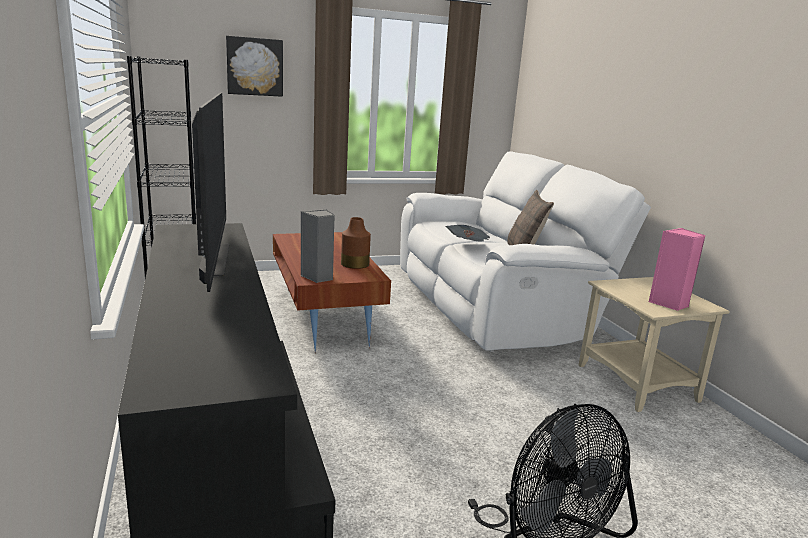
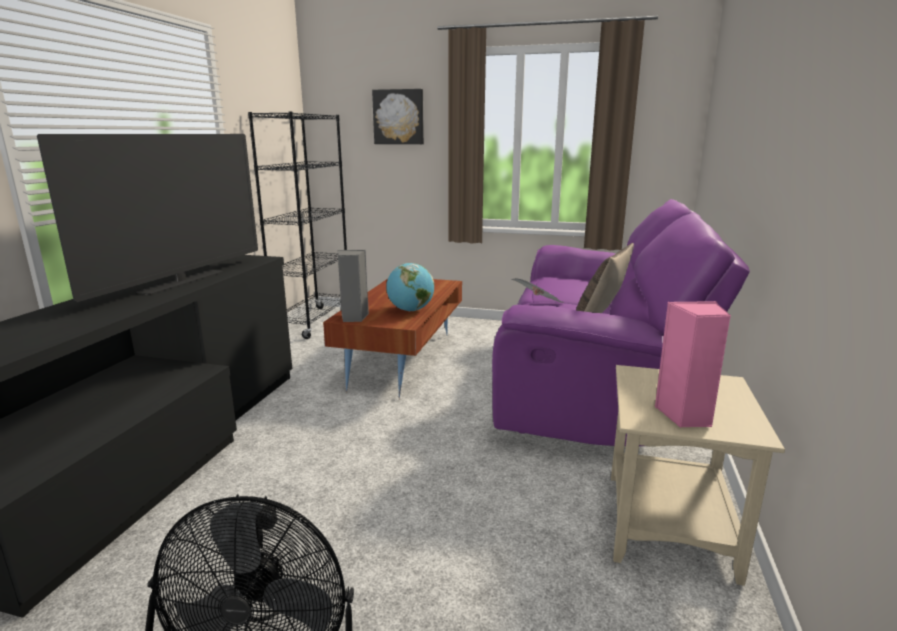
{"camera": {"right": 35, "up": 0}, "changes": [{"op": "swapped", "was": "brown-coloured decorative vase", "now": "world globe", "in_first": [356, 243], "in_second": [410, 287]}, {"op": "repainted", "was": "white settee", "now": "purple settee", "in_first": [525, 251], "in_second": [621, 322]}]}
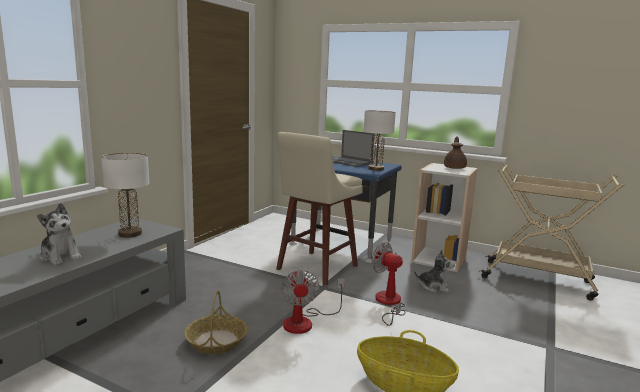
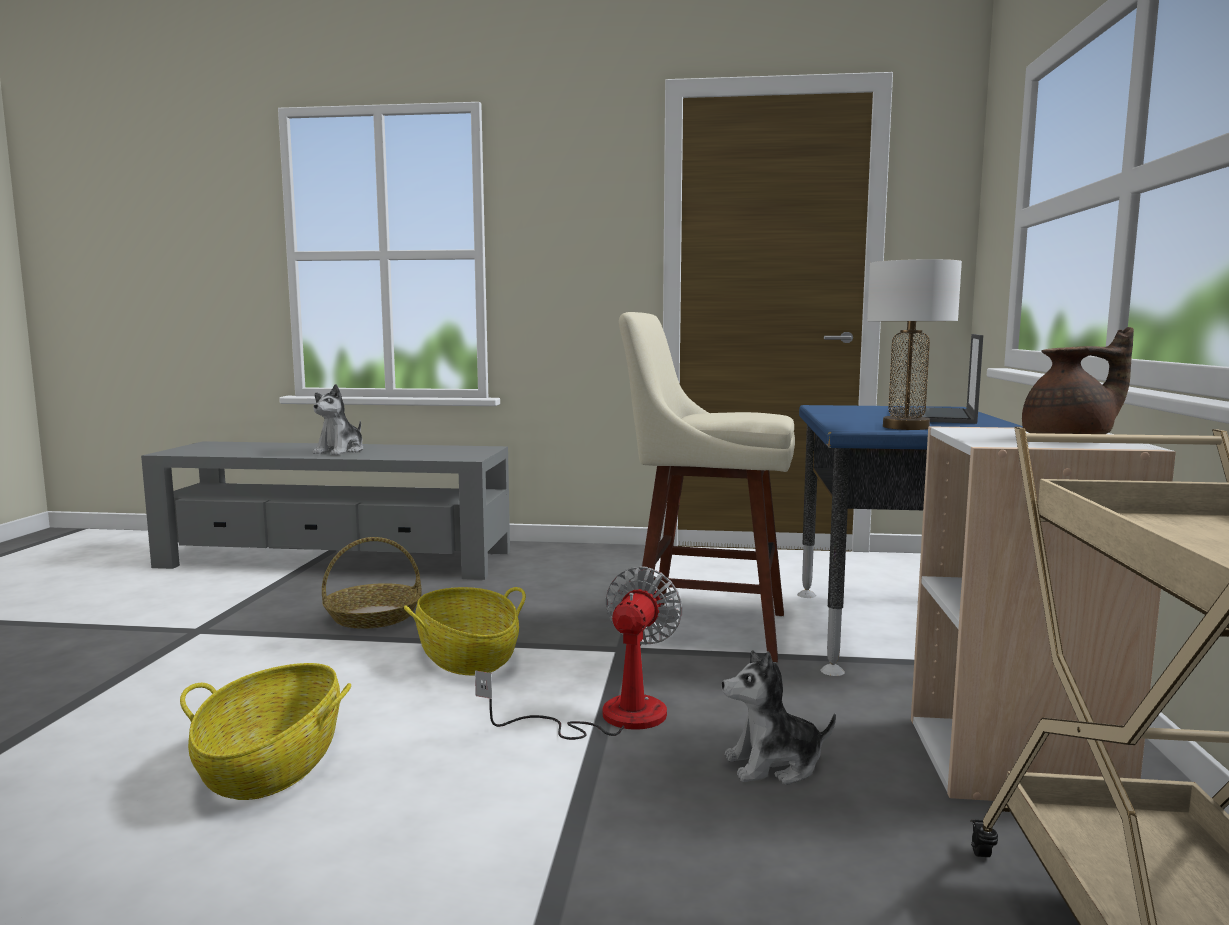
{"camera": {"right": 70, "up": -5}, "changes": [{"op": "gone", "was": "tabletop lamp", "in_first": [125, 195]}, {"op": "swapped", "was": "electric fan", "now": "household basket", "in_first": [313, 302], "in_second": [465, 631]}, {"op": "rotated", "was": "cuddly toy", "in_first": [434, 271], "in_second": [779, 717], "clockwise": 90}]}
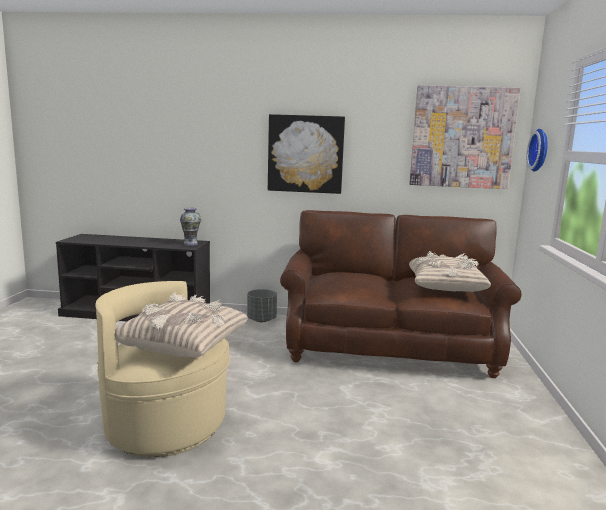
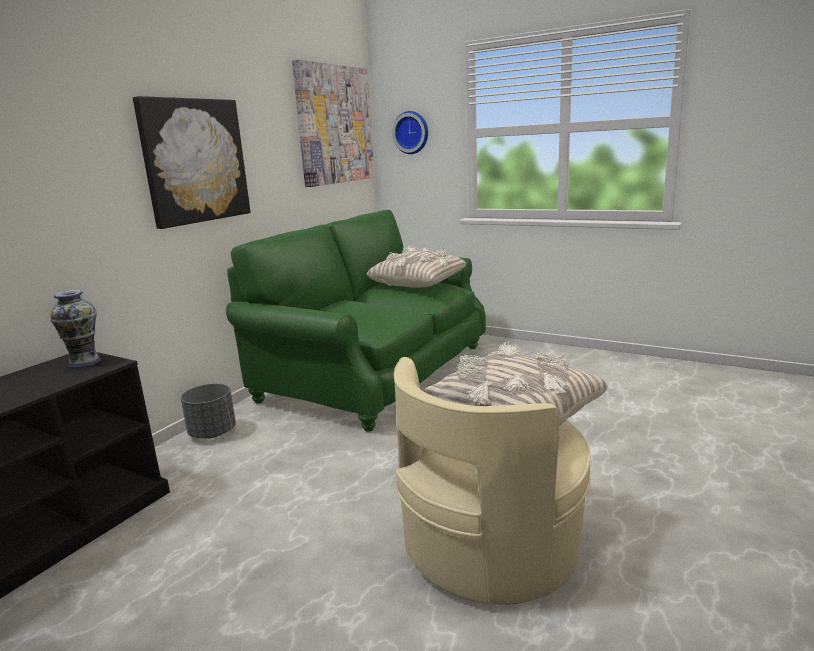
{"camera": {"right": -65, "up": 5}, "changes": [{"op": "repainted", "was": "brown-coloured settee", "now": "green-coloured settee", "in_first": [401, 294], "in_second": [356, 321]}]}
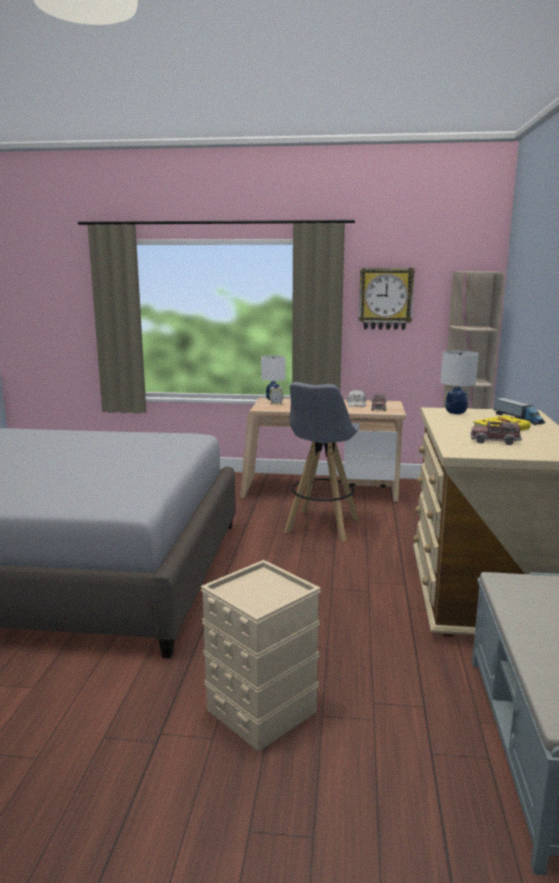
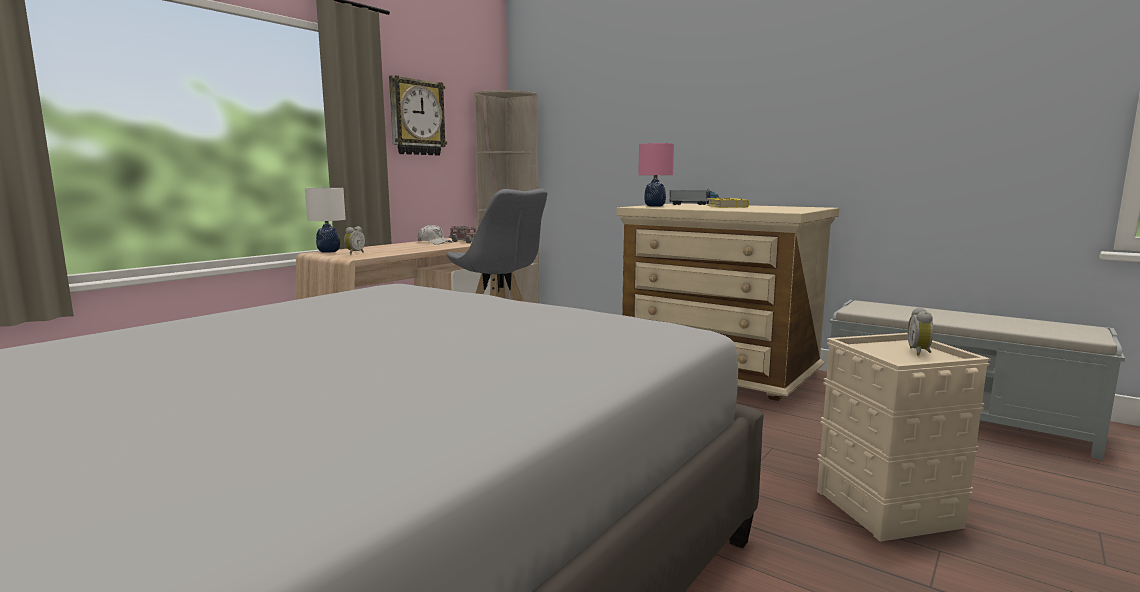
{"camera": {"right": -60, "up": -5}, "changes": [{"op": "repainted", "was": "white tabletop lamp", "now": "pink tabletop lamp", "in_first": [460, 382], "in_second": [656, 175]}, {"op": "gone", "was": "toy lorry", "in_first": [496, 432]}, {"op": "new", "now": "table clock", "in_second": [920, 331]}]}
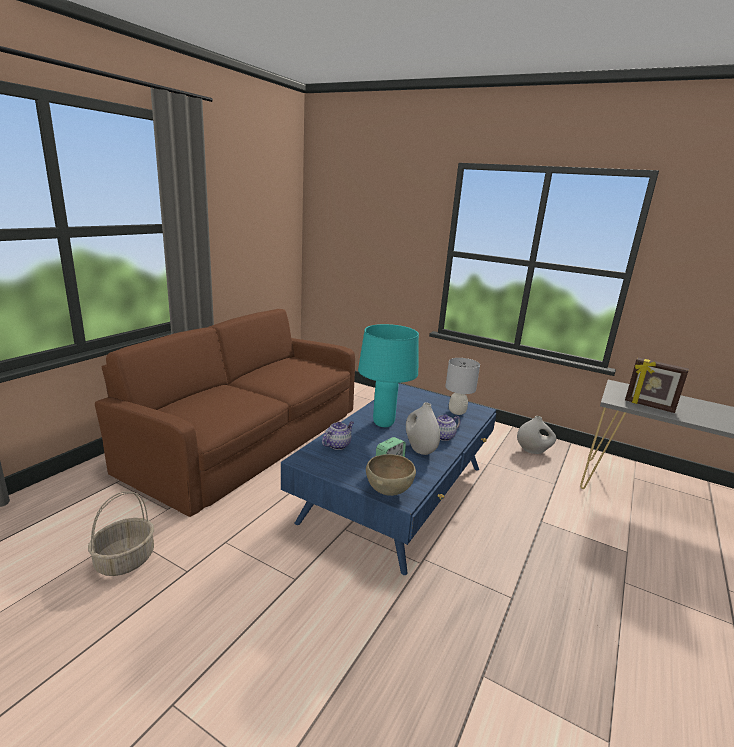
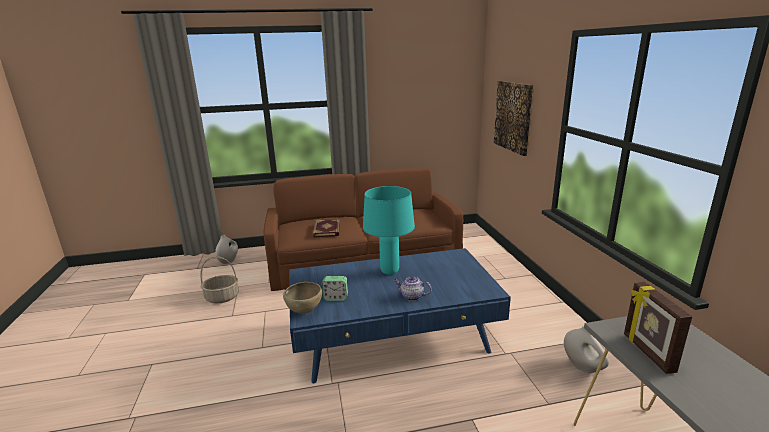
{"camera": {"right": 50, "up": 0}, "changes": [{"op": "gone", "was": "pot for tea", "in_first": [338, 435]}, {"op": "shifted", "was": "white decorative vase", "in_first": [423, 428], "in_second": [226, 249]}, {"op": "gone", "was": "greyish tabletop lamp", "in_first": [462, 386]}, {"op": "new", "now": "book", "in_second": [326, 228]}, {"op": "new", "now": "wall art", "in_second": [514, 118]}]}
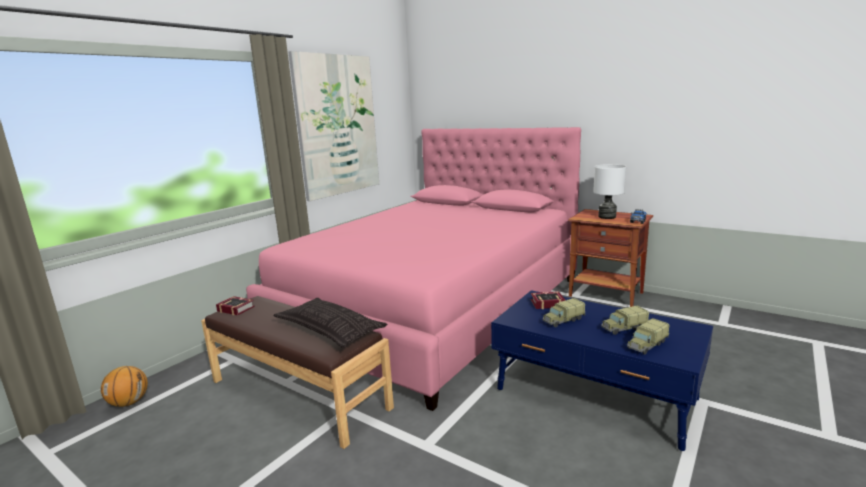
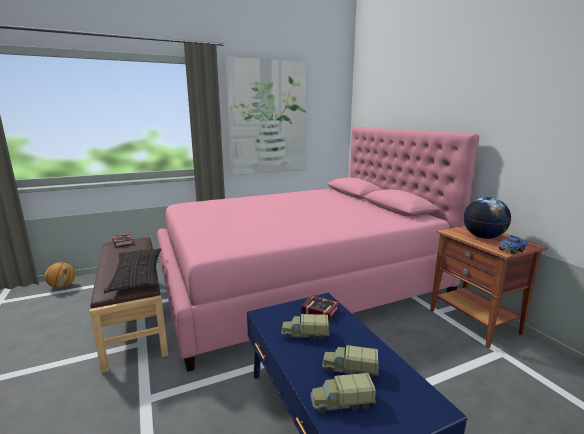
{"camera": {"right": 30, "up": 0}, "changes": [{"op": "swapped", "was": "white tabletop lamp", "now": "world globe", "in_first": [609, 191], "in_second": [487, 218]}]}
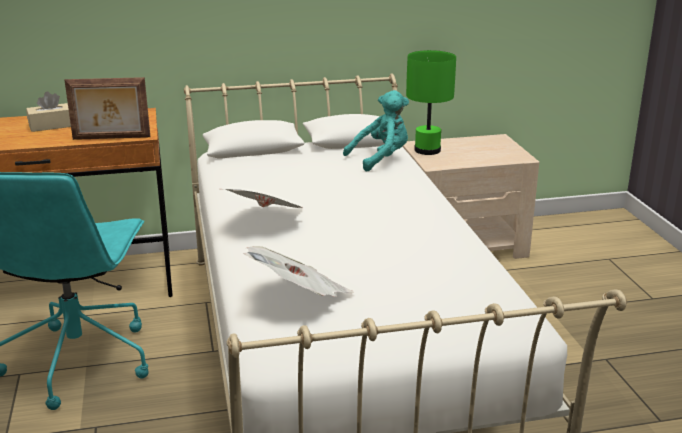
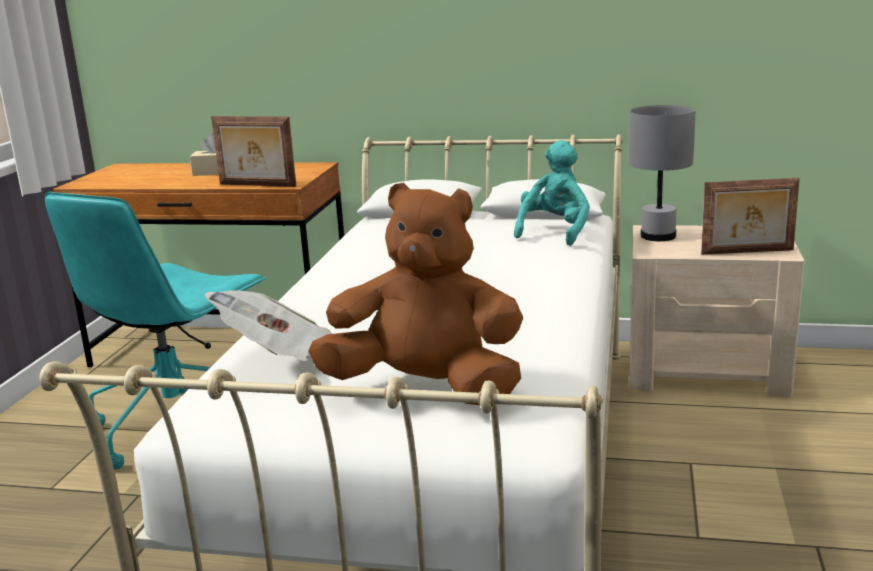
{"camera": {"right": 25, "up": -5}, "changes": [{"op": "gone", "was": "daily paper", "in_first": [261, 198]}, {"op": "rotated", "was": "turquoise cuddly toy", "in_first": [376, 131], "in_second": [552, 193], "clockwise": -60}, {"op": "repainted", "was": "green-coloured tabletop lamp", "now": "greyish tabletop lamp", "in_first": [431, 102], "in_second": [662, 173]}, {"op": "new", "now": "brown-coloured cuddly toy", "in_second": [415, 294]}, {"op": "new", "now": "picture frame", "in_second": [750, 216]}]}
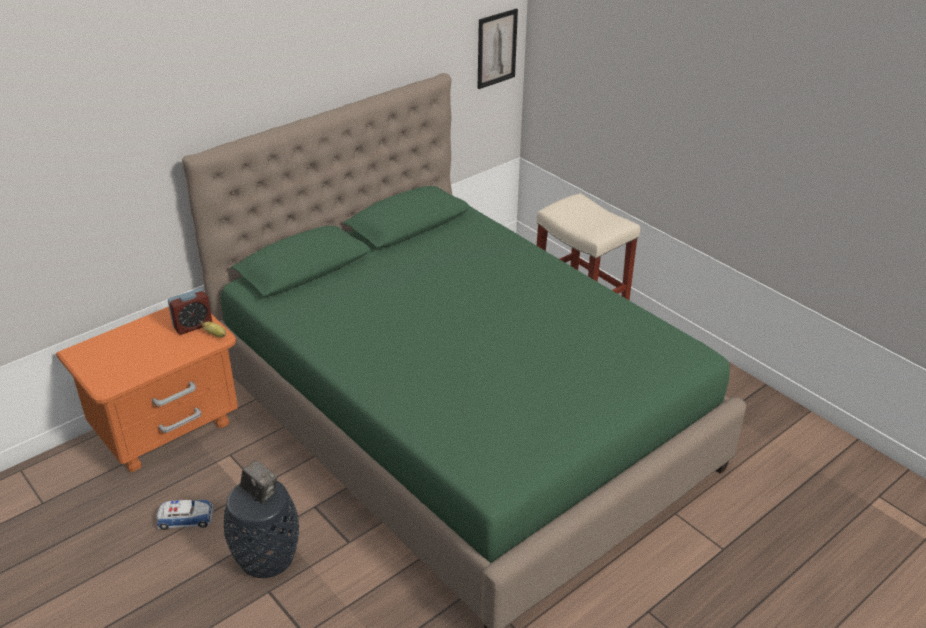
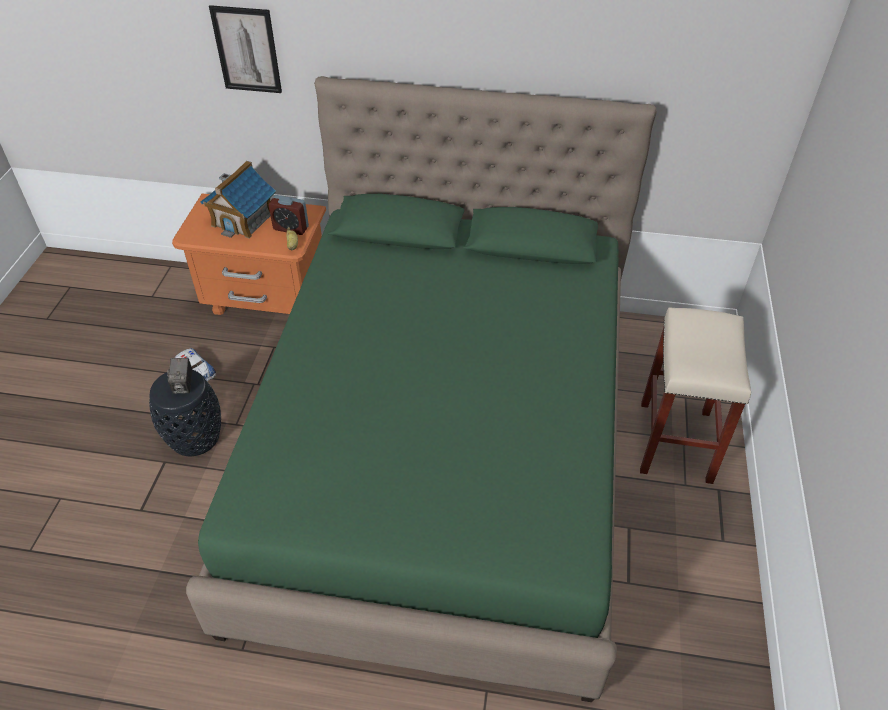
{"camera": {"right": 50, "up": 10}, "changes": [{"op": "shifted", "was": "wall art", "in_first": [497, 48], "in_second": [245, 49]}, {"op": "new", "now": "model house", "in_second": [238, 200]}]}
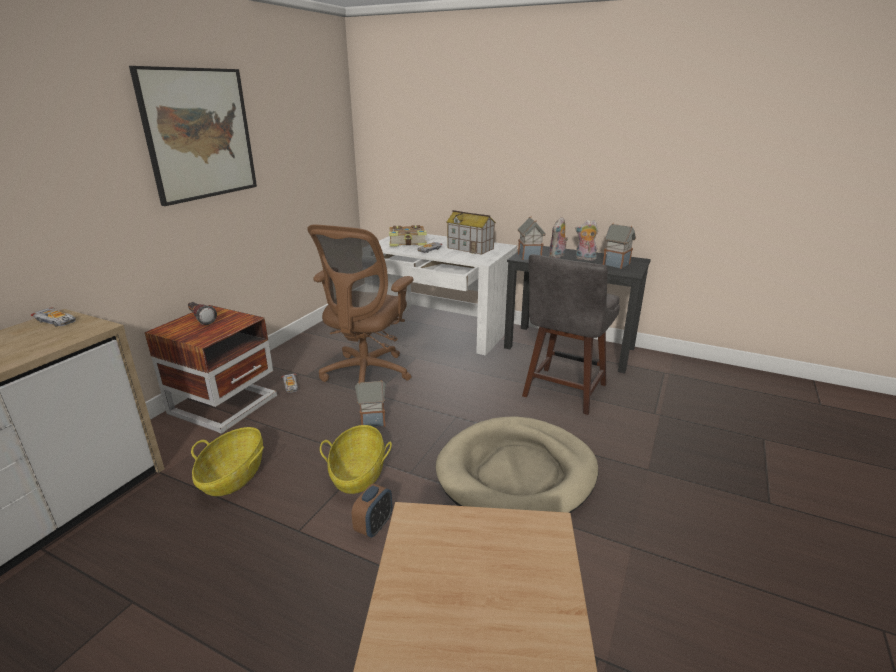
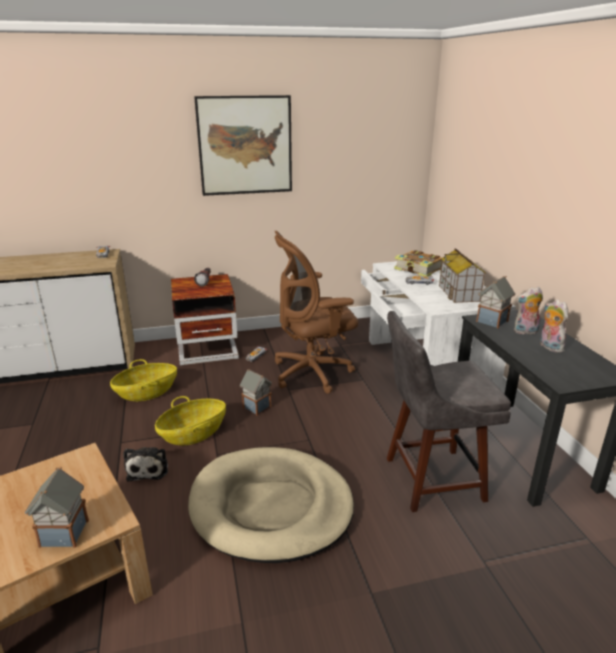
{"camera": {"right": 50, "up": 0}, "changes": [{"op": "swapped", "was": "table clock", "now": "cuddly toy", "in_first": [372, 510], "in_second": [145, 464]}, {"op": "shifted", "was": "model house", "in_first": [619, 246], "in_second": [57, 507]}]}
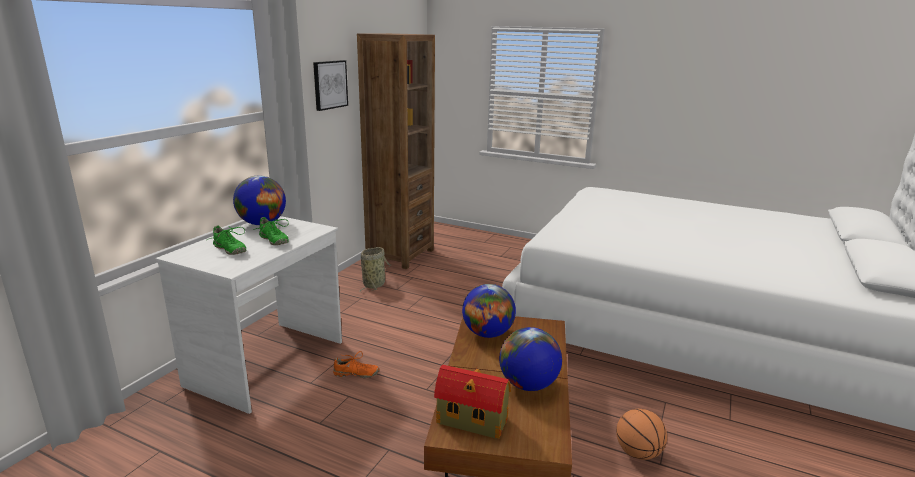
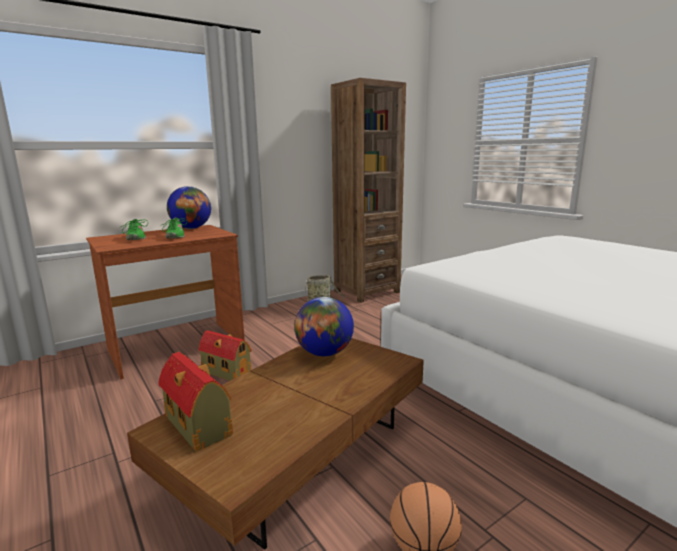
{"camera": {"right": 30, "up": -5}, "changes": [{"op": "repainted", "was": "white desk table", "now": "brown-coloured desk table", "in_first": [249, 315], "in_second": [165, 302]}, {"op": "gone", "was": "wall art", "in_first": [330, 85]}, {"op": "swapped", "was": "orange-coloured shoe", "now": "model house", "in_first": [356, 364], "in_second": [225, 355]}, {"op": "gone", "was": "world globe", "in_first": [530, 359]}]}
